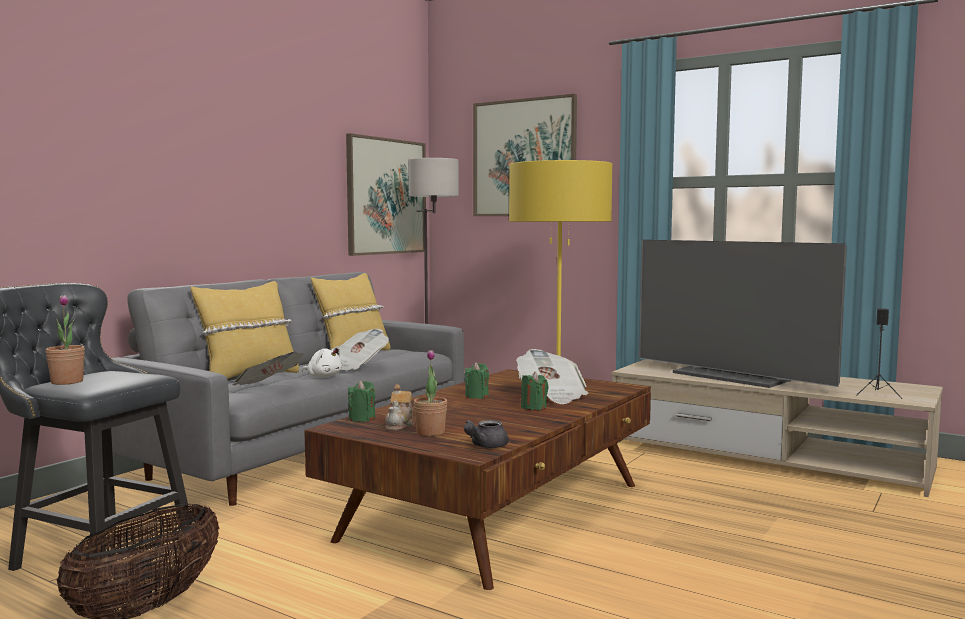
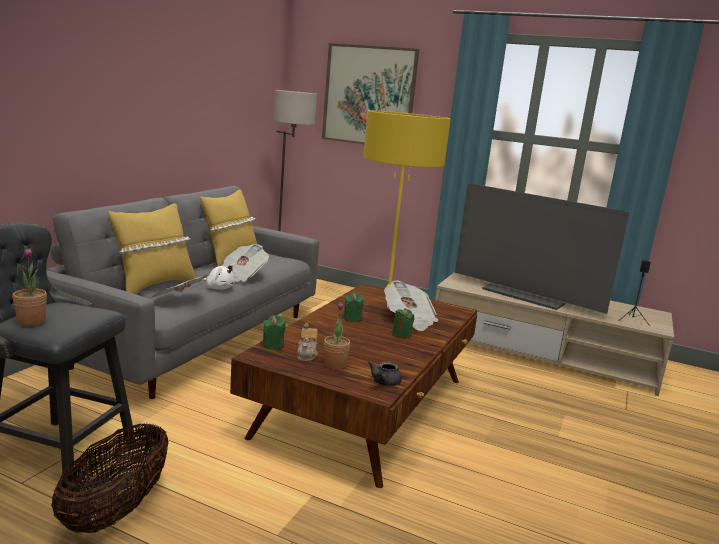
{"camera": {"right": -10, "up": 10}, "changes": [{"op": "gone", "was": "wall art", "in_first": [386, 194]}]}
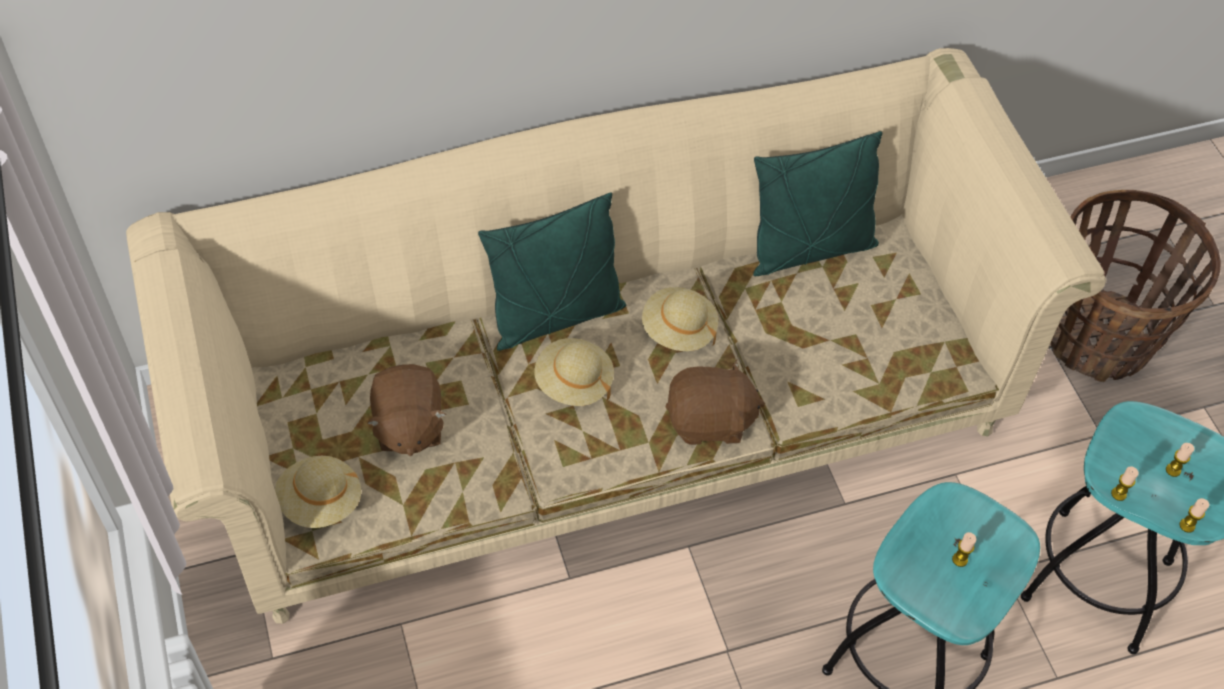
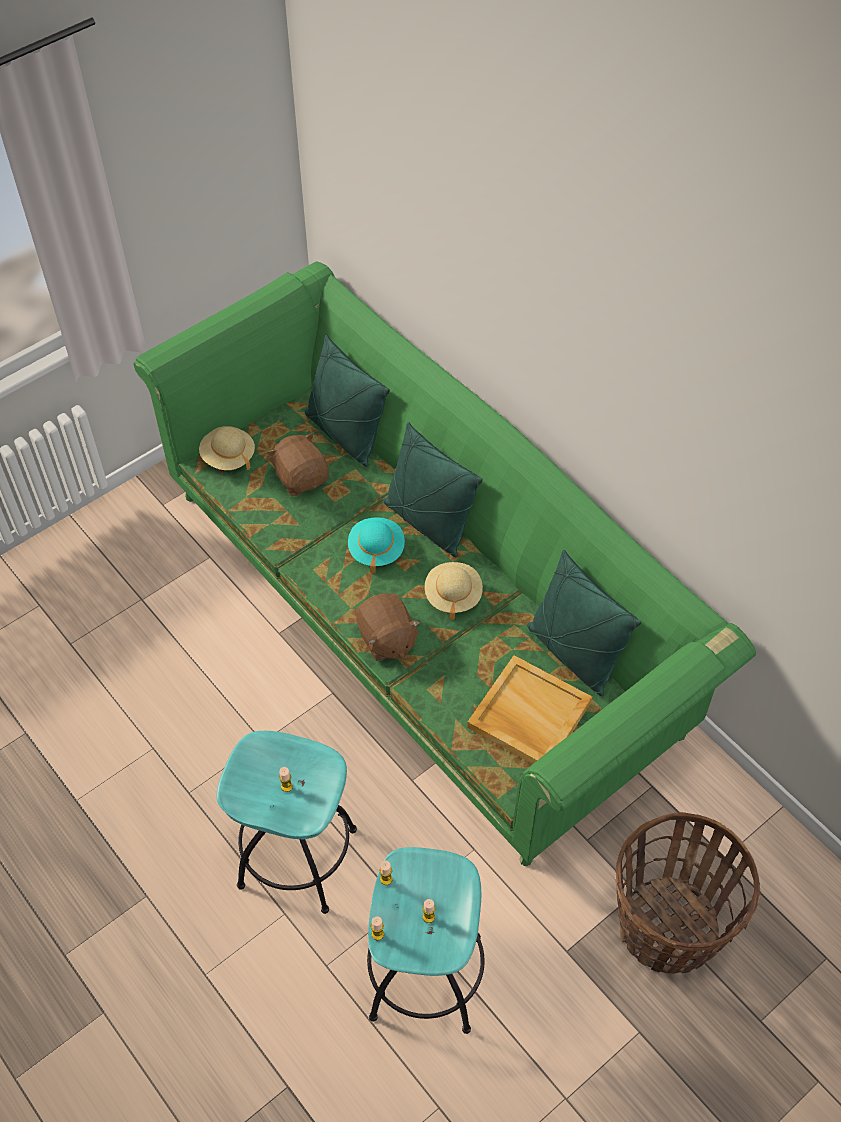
{"camera": {"right": 70, "up": 0}, "changes": [{"op": "repainted", "was": "beige-coloured settee", "now": "green-coloured settee", "in_first": [616, 336], "in_second": [445, 564]}, {"op": "rotated", "was": "brown-coloured cuddly toy", "in_first": [406, 410], "in_second": [298, 464], "clockwise": 90}, {"op": "repainted", "was": "beige-coloured wearable hat", "now": "turquoise wearable hat", "in_first": [574, 372], "in_second": [376, 545]}, {"op": "new", "now": "green-coloured throw pillow", "in_second": [347, 401]}, {"op": "new", "now": "beige-coloured carrying tray", "in_second": [529, 709]}]}
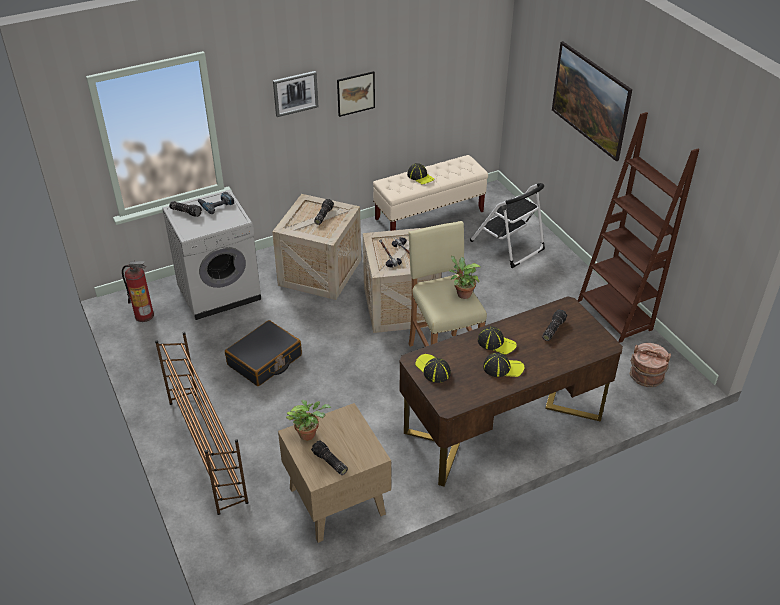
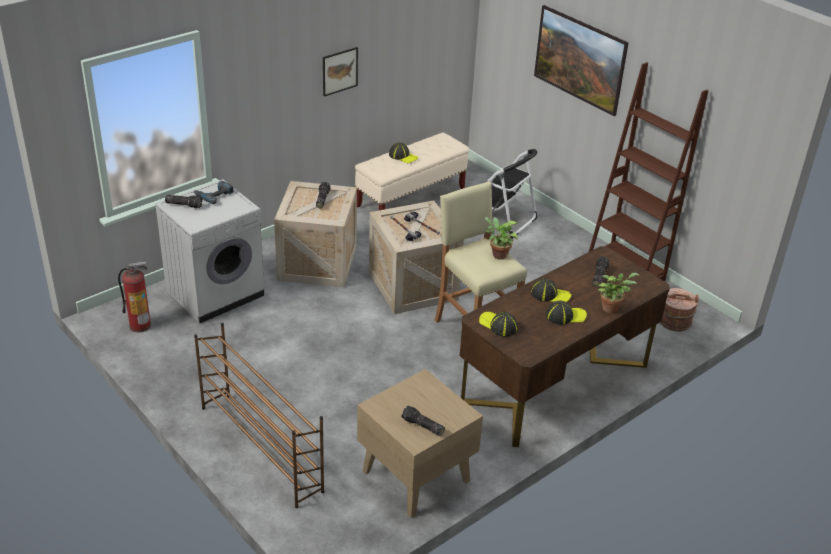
{"camera": {"right": -15, "up": -5}, "changes": [{"op": "gone", "was": "blackish suitcase", "in_first": [263, 353]}, {"op": "gone", "was": "wall art", "in_first": [295, 94]}, {"op": "shifted", "was": "houseplant", "in_first": [308, 420], "in_second": [618, 293]}]}
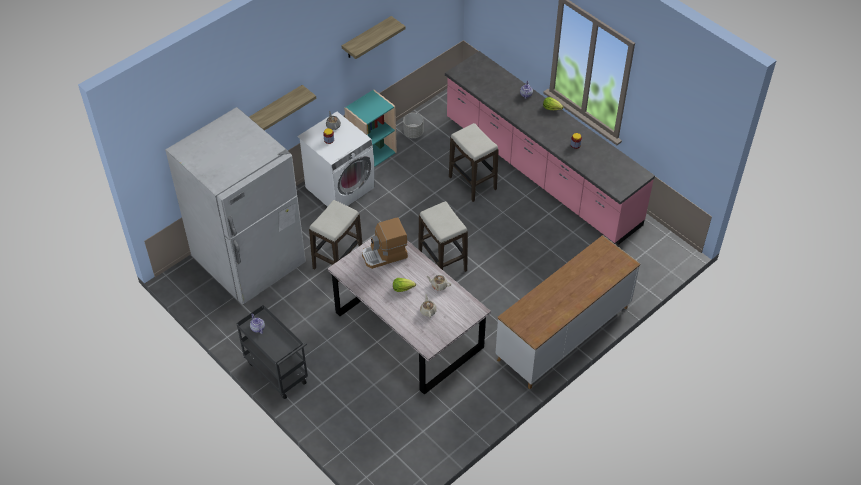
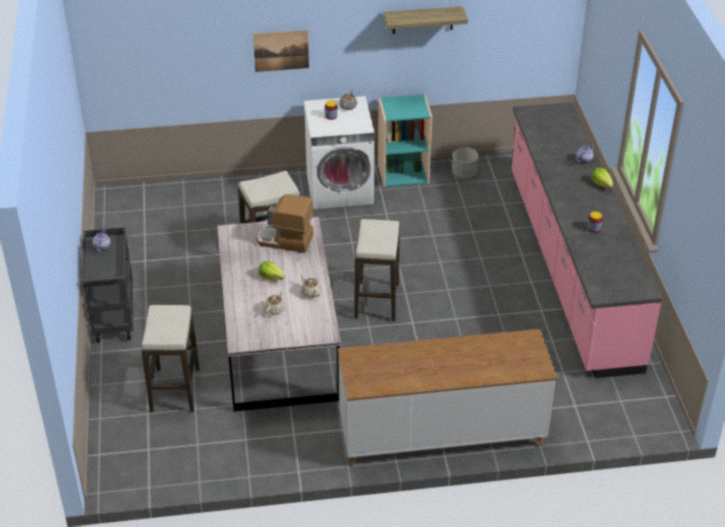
{"camera": {"right": 35, "up": -10}, "changes": [{"op": "gone", "was": "white fridge", "in_first": [235, 205]}, {"op": "swapped", "was": "shelf", "now": "wall art", "in_first": [282, 108], "in_second": [281, 51]}, {"op": "shifted", "was": "stool seat", "in_first": [474, 162], "in_second": [170, 358]}]}
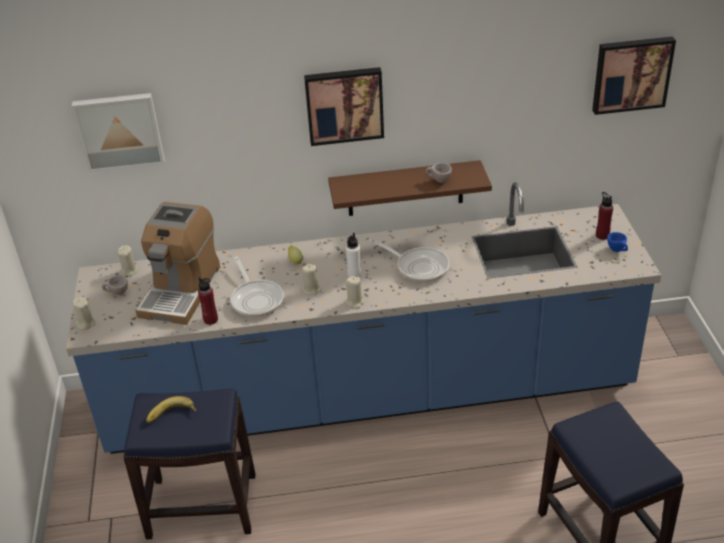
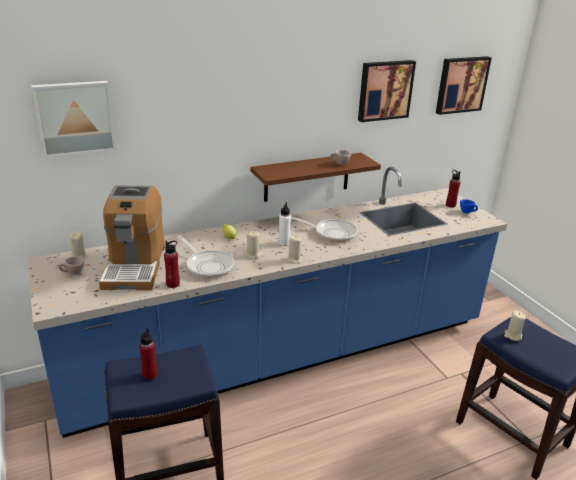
{"camera": {"right": -20, "up": -10}, "changes": [{"op": "shifted", "was": "beige-coloured wax candle", "in_first": [83, 313], "in_second": [515, 326]}, {"op": "swapped", "was": "whole banana", "now": "reddish bottle", "in_first": [171, 409], "in_second": [148, 354]}, {"op": "shifted", "was": "wall art", "in_first": [344, 106], "in_second": [387, 91]}]}
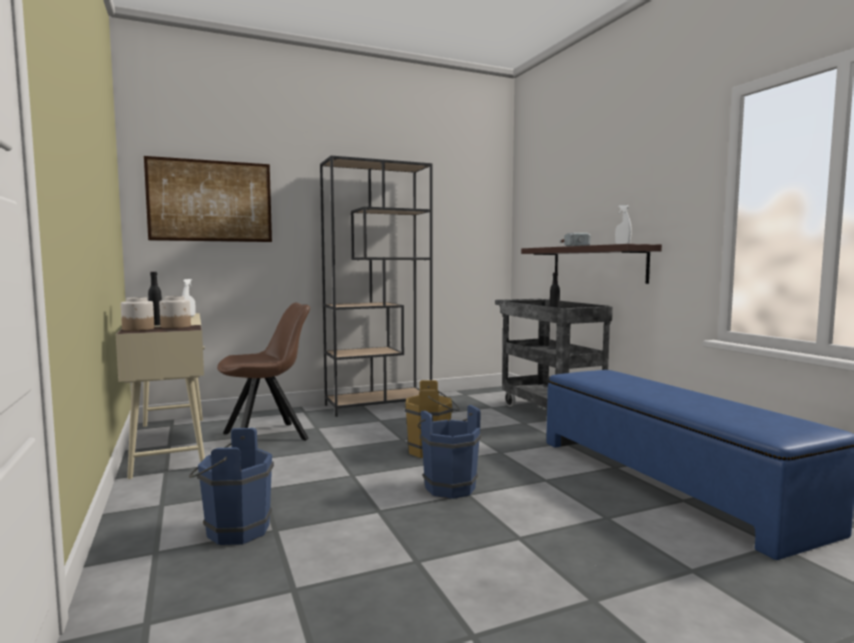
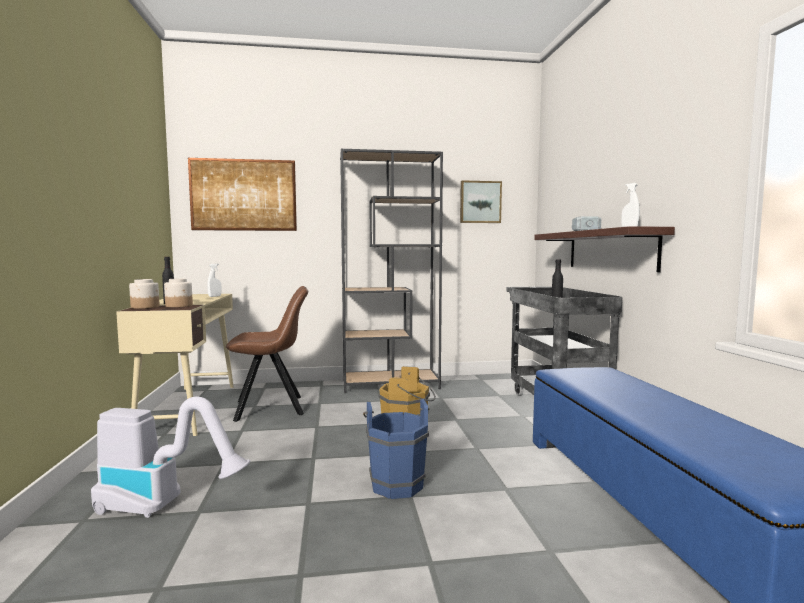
{"camera": {"right": 15, "up": 0}, "changes": [{"op": "swapped", "was": "bluish pail", "now": "vacuum cleaner", "in_first": [231, 486], "in_second": [170, 457]}, {"op": "new", "now": "wall art", "in_second": [481, 201]}]}
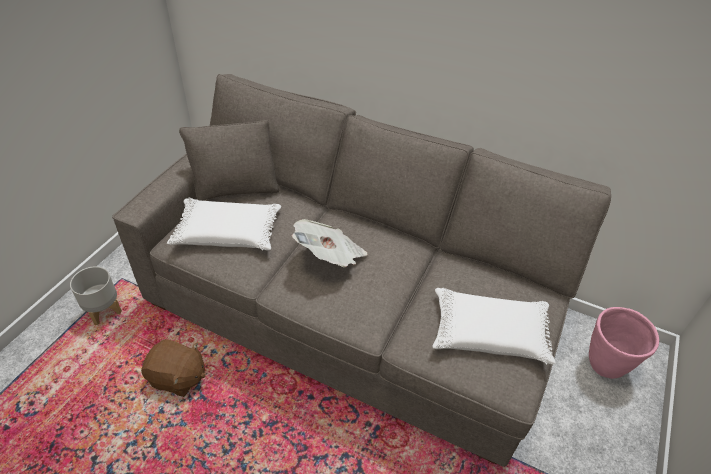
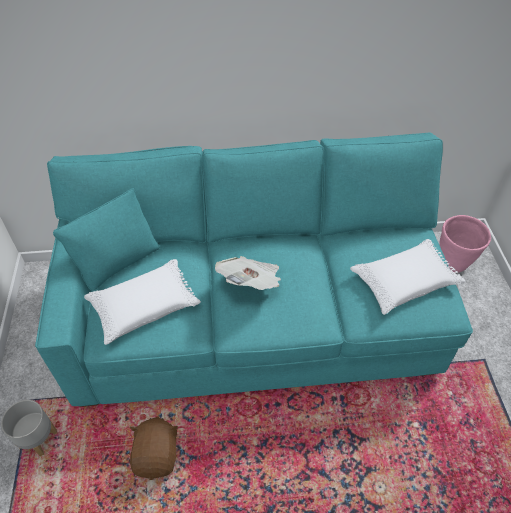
{"camera": {"right": -30, "up": 5}, "changes": [{"op": "repainted", "was": "greyish settee", "now": "turquoise settee", "in_first": [361, 270], "in_second": [254, 270]}, {"op": "rotated", "was": "brown-coloured cuddly toy", "in_first": [173, 368], "in_second": [154, 448], "clockwise": -75}]}
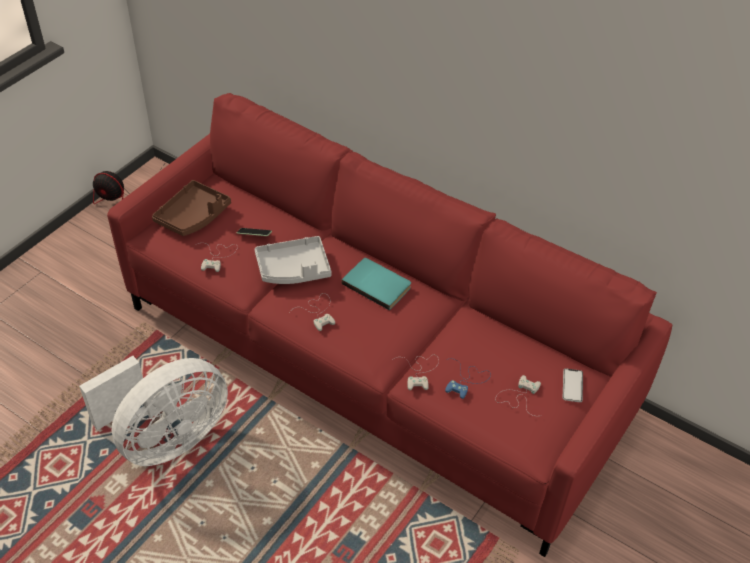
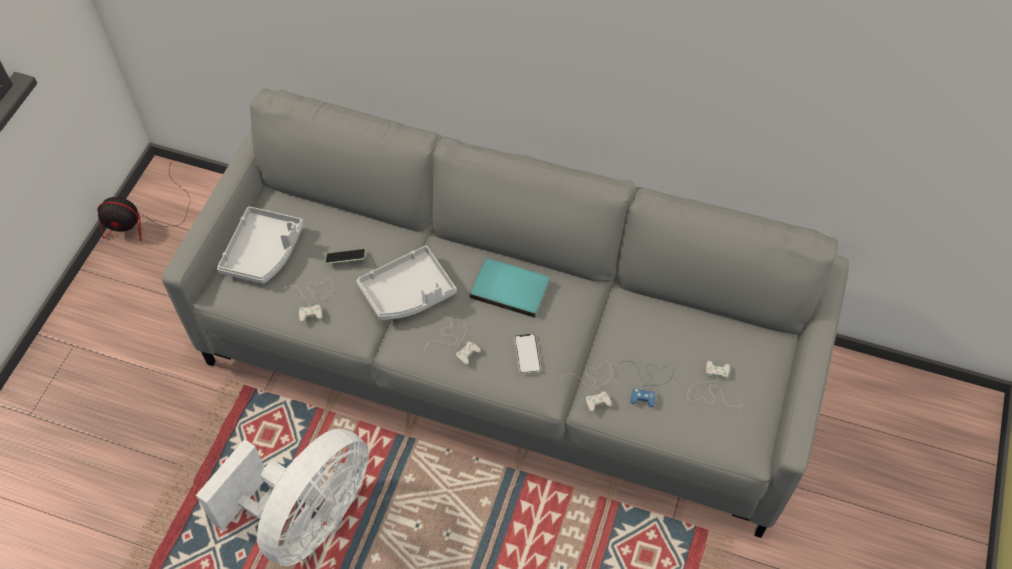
{"camera": {"right": -15, "up": 10}, "changes": [{"op": "repainted", "was": "reddish settee", "now": "greyish settee", "in_first": [389, 325], "in_second": [505, 313]}, {"op": "repainted", "was": "brown-coloured carrying tray", "now": "greyish carrying tray", "in_first": [191, 208], "in_second": [260, 245]}, {"op": "shifted", "was": "telephone", "in_first": [573, 385], "in_second": [527, 353]}]}
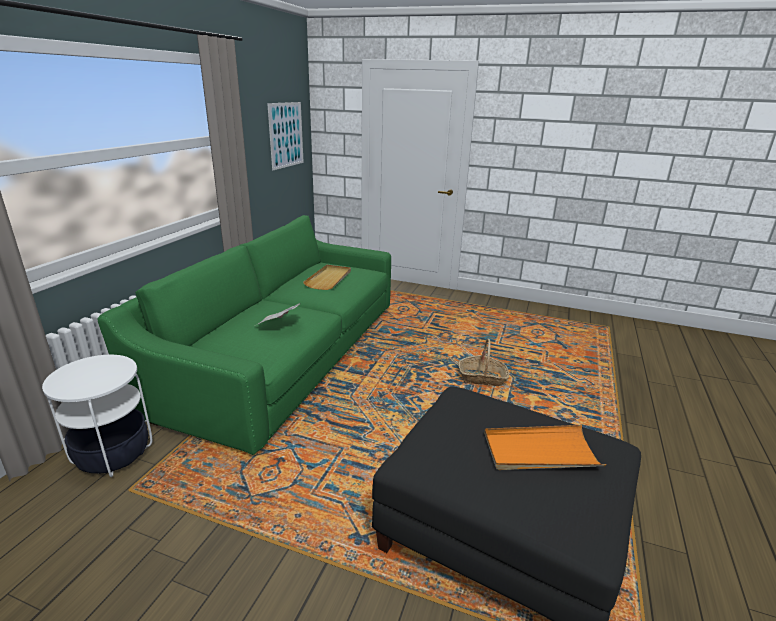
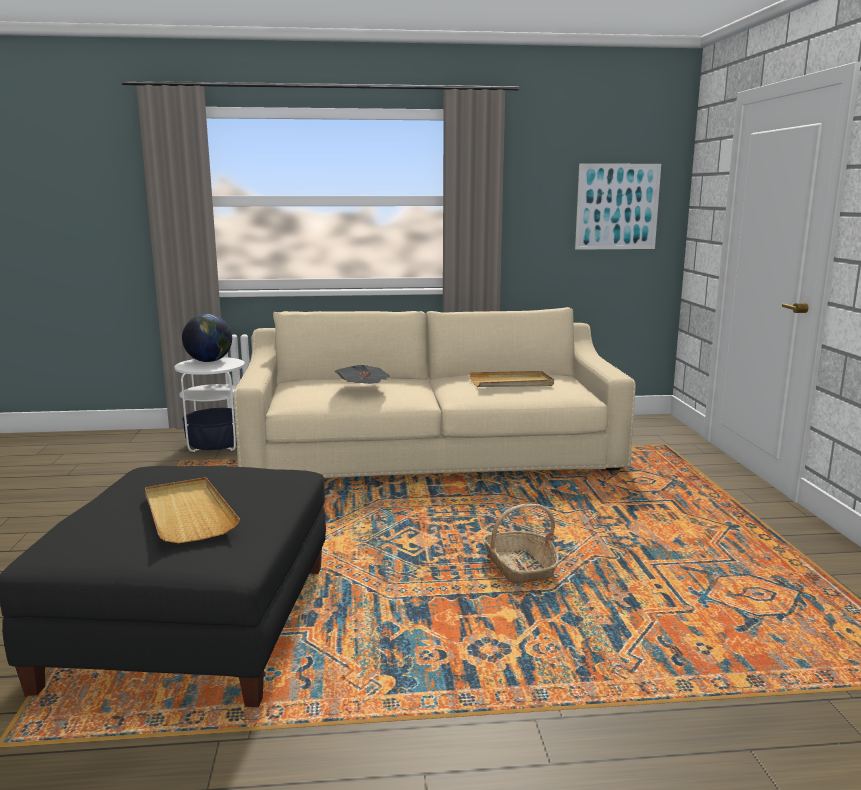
{"camera": {"right": 65, "up": -10}, "changes": [{"op": "repainted", "was": "green-coloured settee", "now": "beige-coloured settee", "in_first": [244, 335], "in_second": [434, 392]}, {"op": "repainted", "was": "orange-coloured carrying tray", "now": "beige-coloured carrying tray", "in_first": [545, 447], "in_second": [192, 510]}, {"op": "new", "now": "world globe", "in_second": [207, 338]}]}
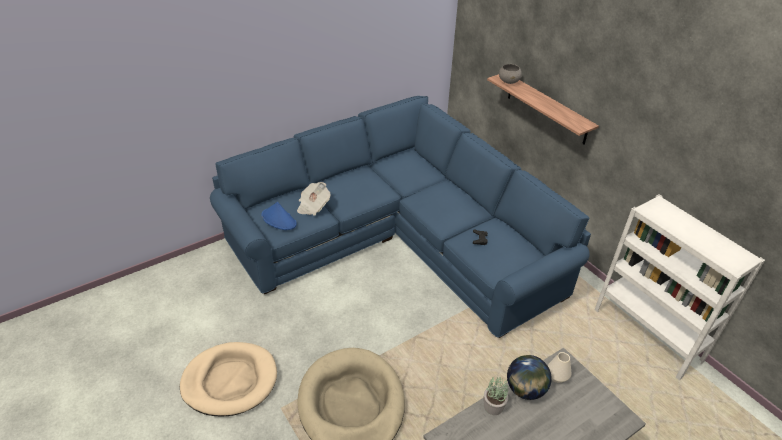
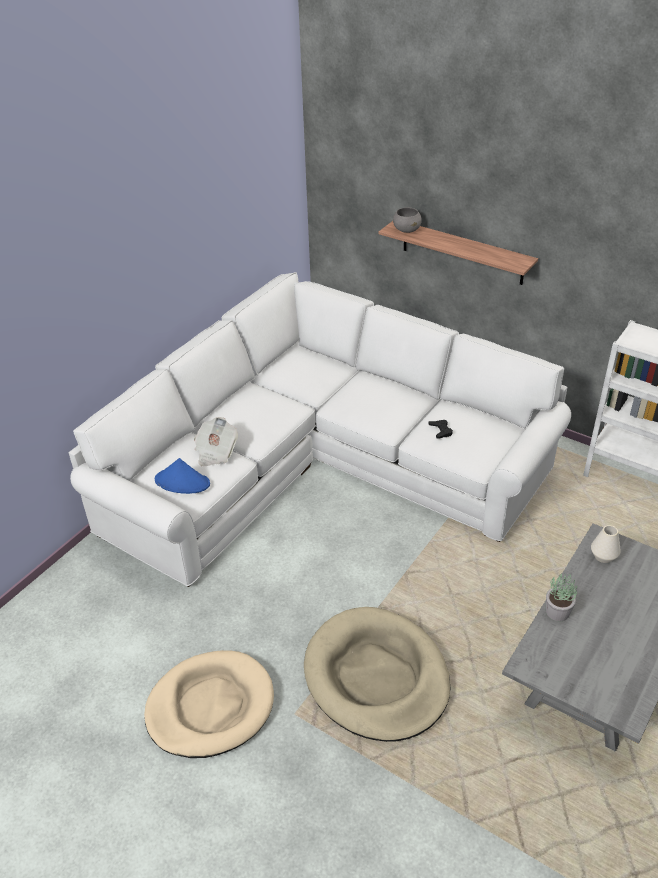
{"camera": {"right": -20, "up": 0}, "changes": [{"op": "repainted", "was": "bluish settee", "now": "white settee", "in_first": [400, 217], "in_second": [320, 429]}, {"op": "gone", "was": "world globe", "in_first": [529, 377]}]}
